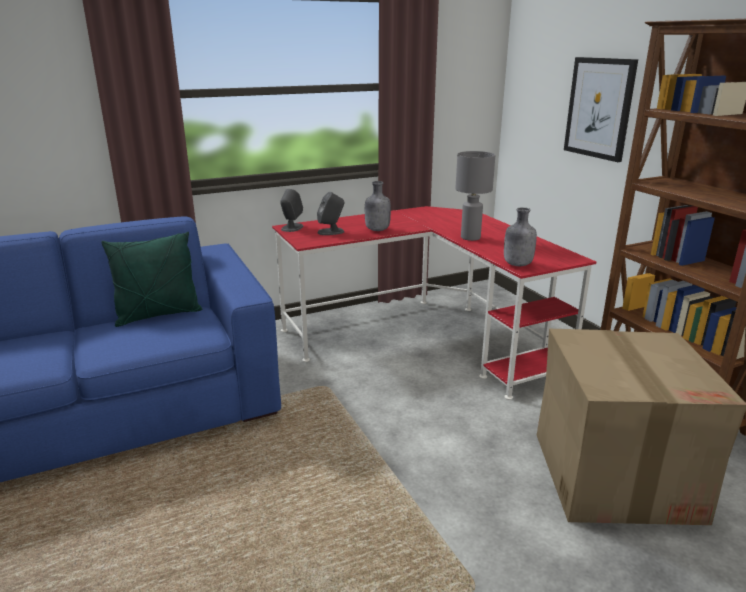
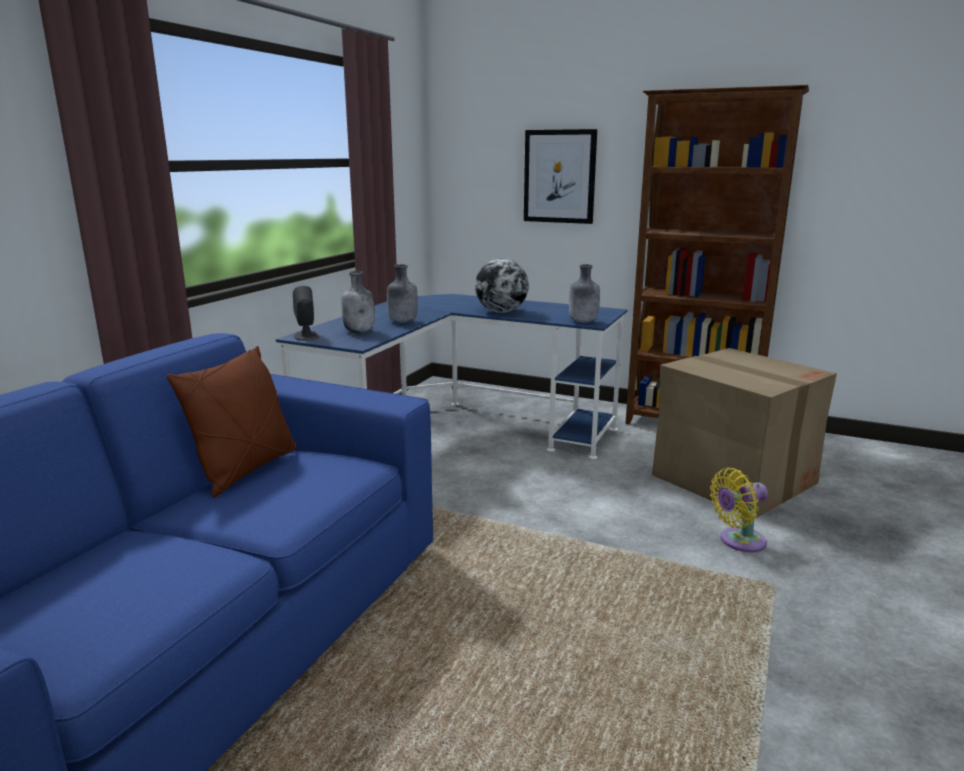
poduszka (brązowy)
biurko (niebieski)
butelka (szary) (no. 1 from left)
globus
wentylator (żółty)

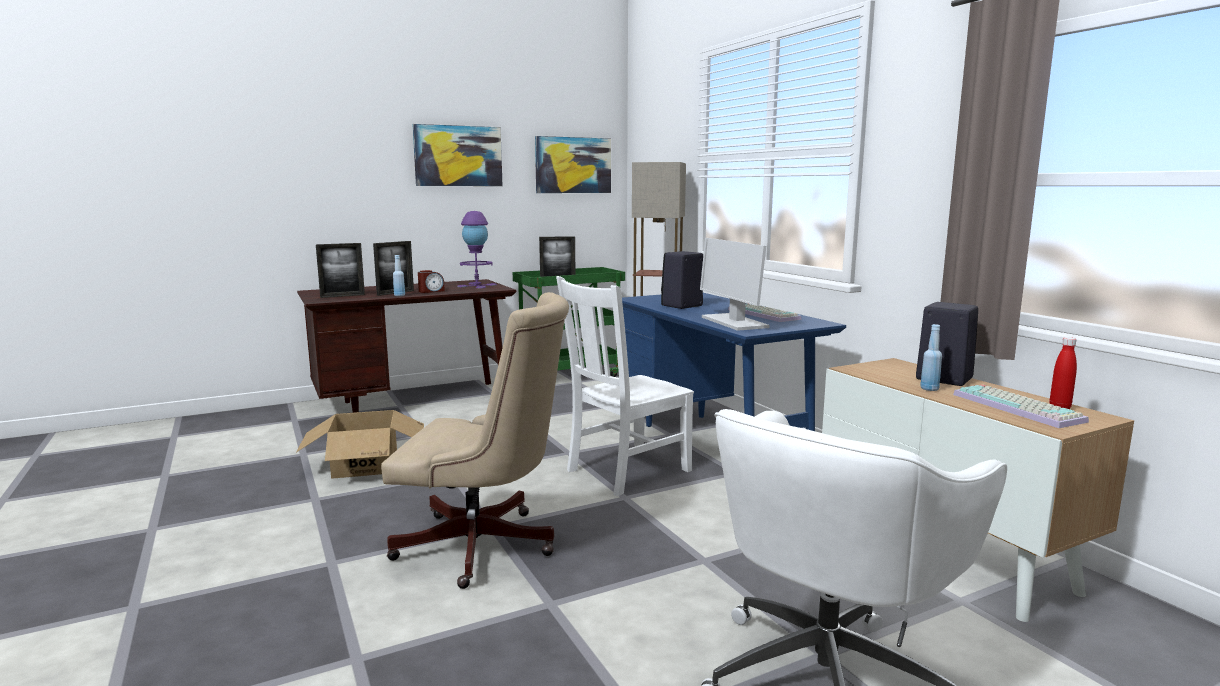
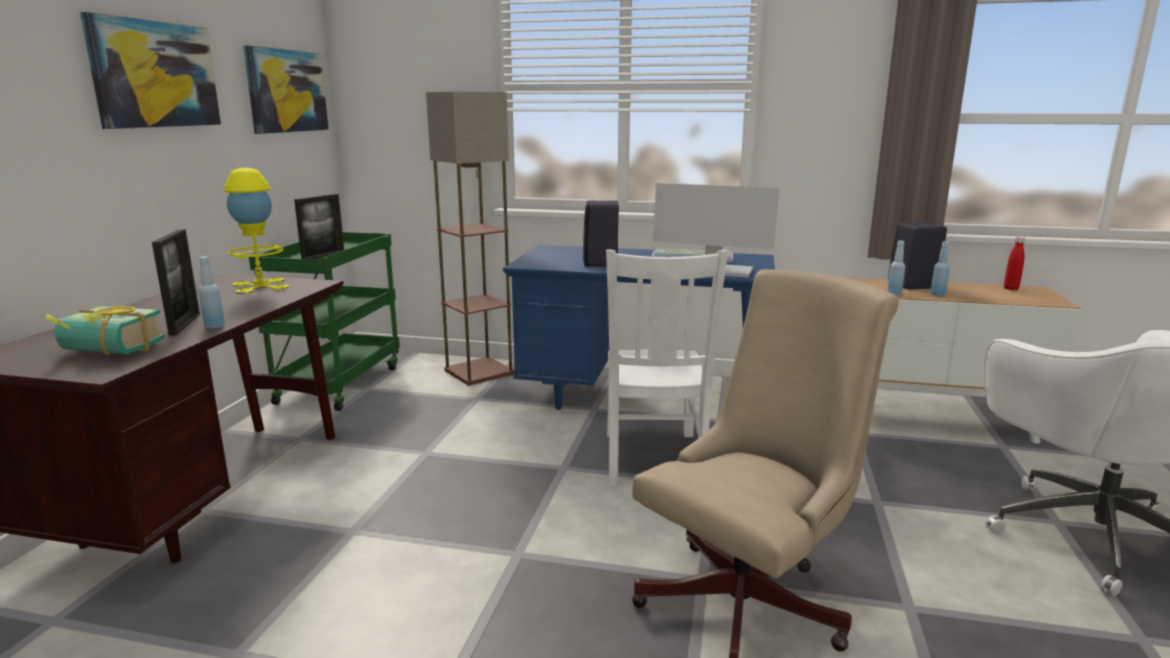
karton
książka
budzik
lampa stołowa (żółty)
klawiatura (no. 2 from left in the first image)
butelka (niebieski) (no. 2 from left)

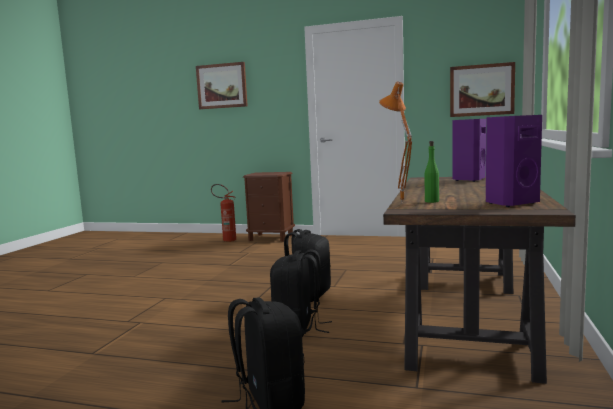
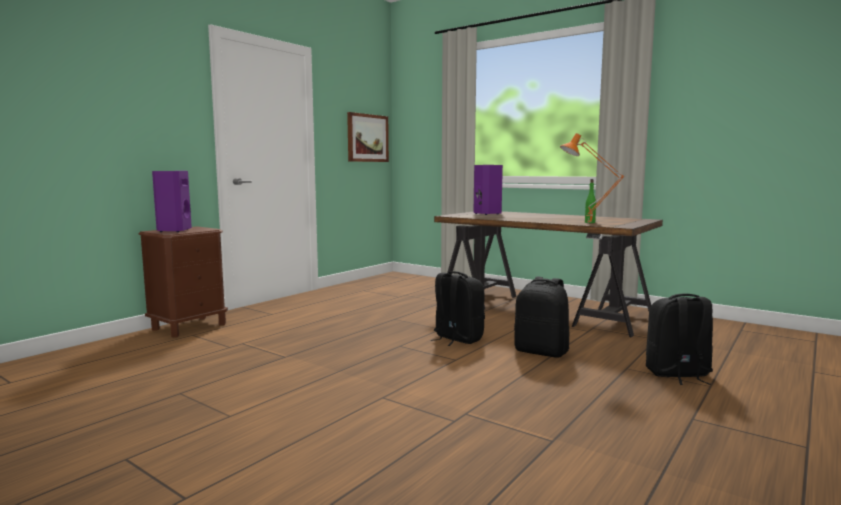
obraz (no. 1 from left in the first image)
gaśnica
głośnik (fioletowy) (no. 1 from left)

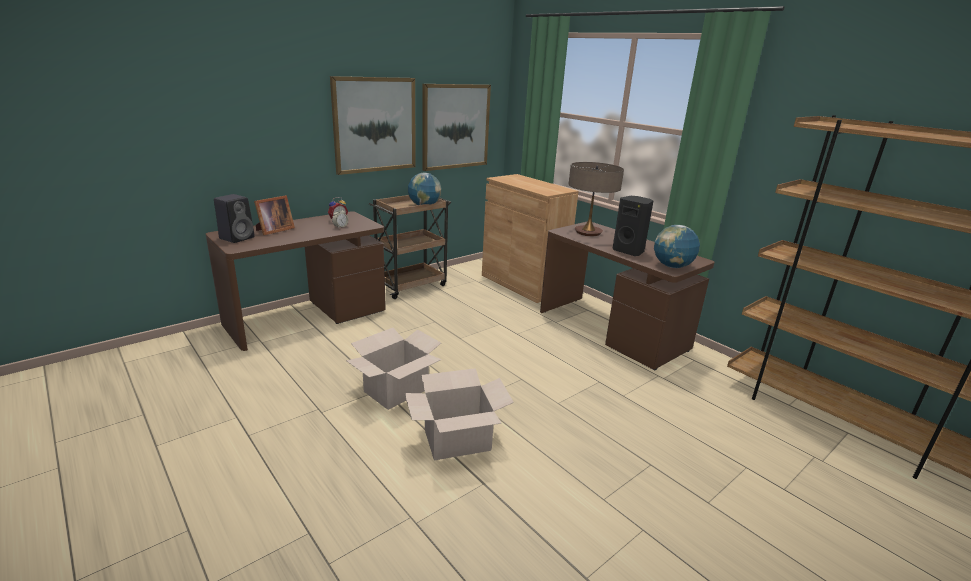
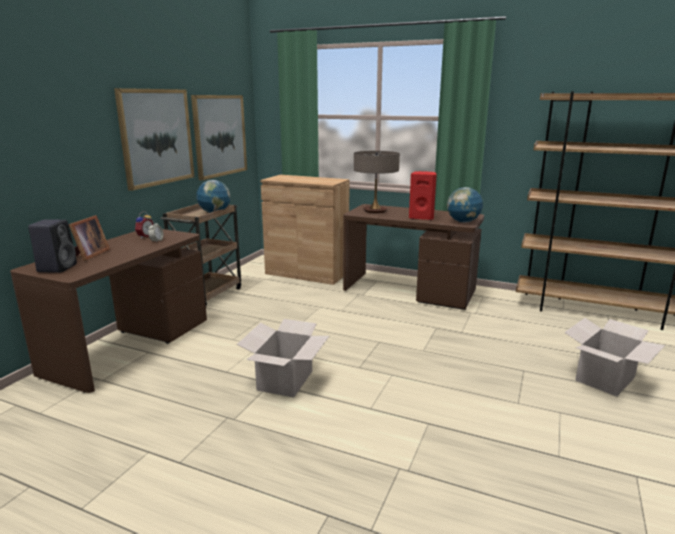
karton (no. 2 from left)
głośnik (czerwony)

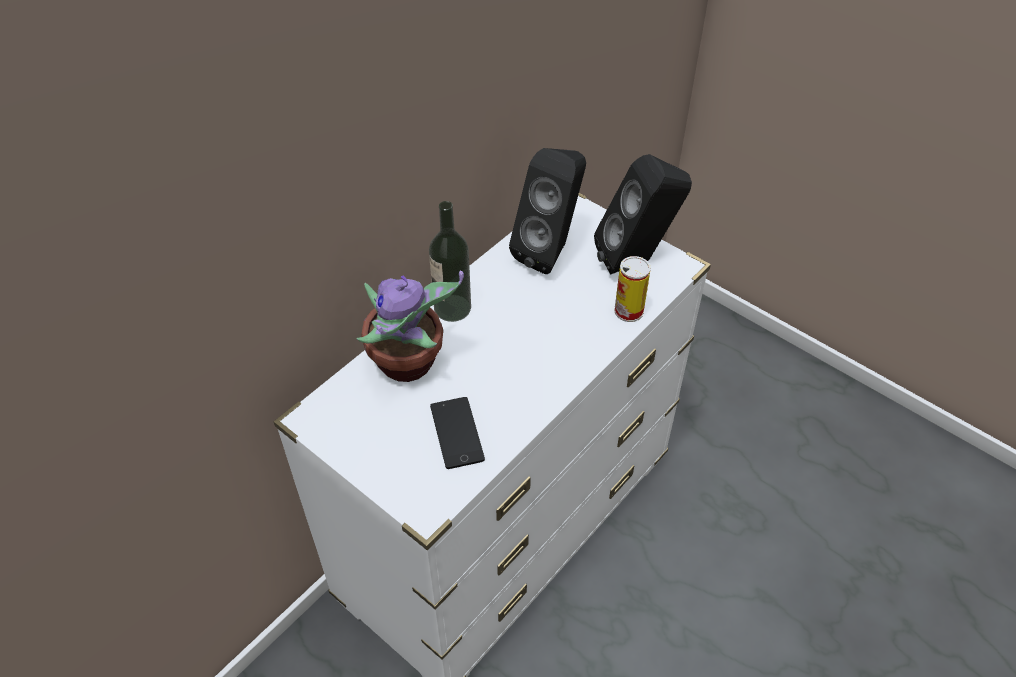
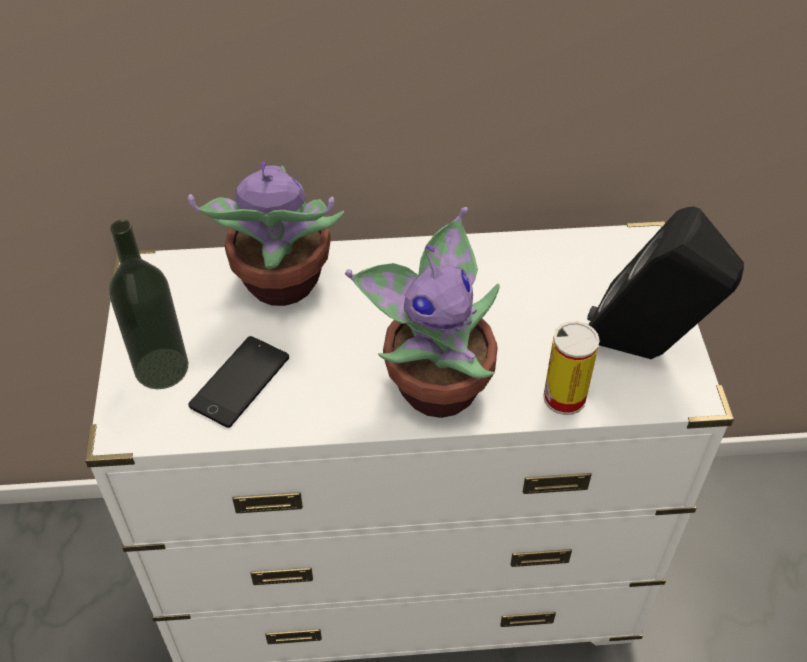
butelka
głośnik (czarny) (no. 1 from left in the first image)
roślina doniczkowa (no. 2 from left)

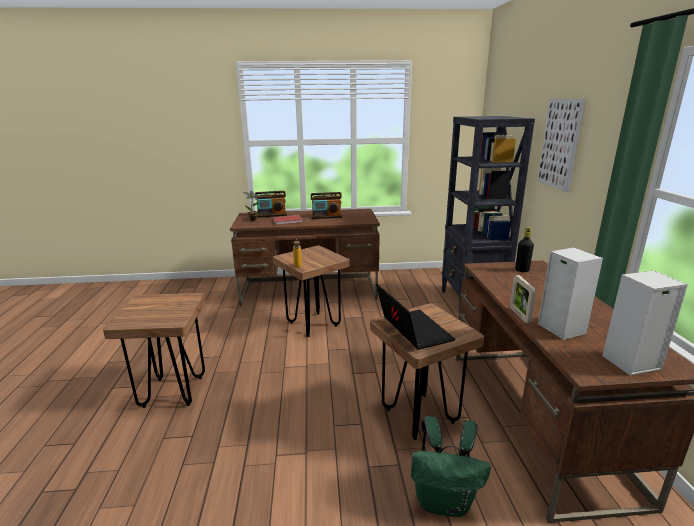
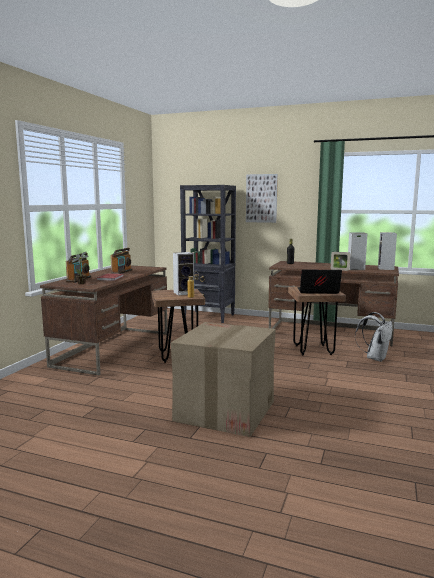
karton
plecak (biały)
głośnik (no. 1 from left)

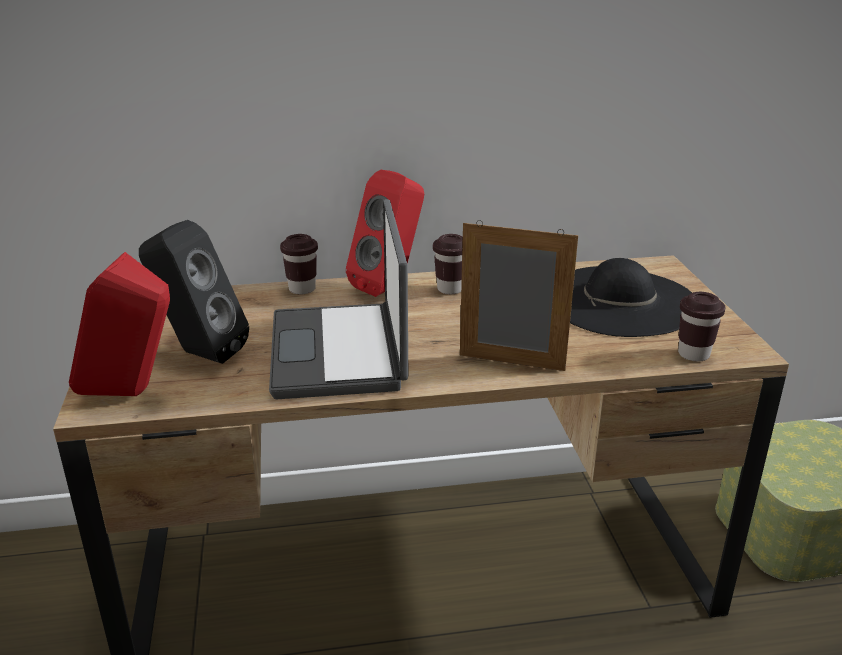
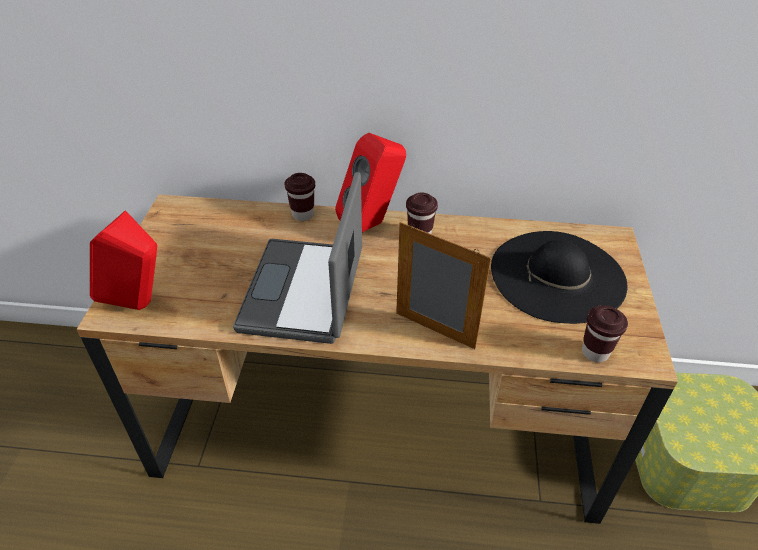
głośnik (czarny)

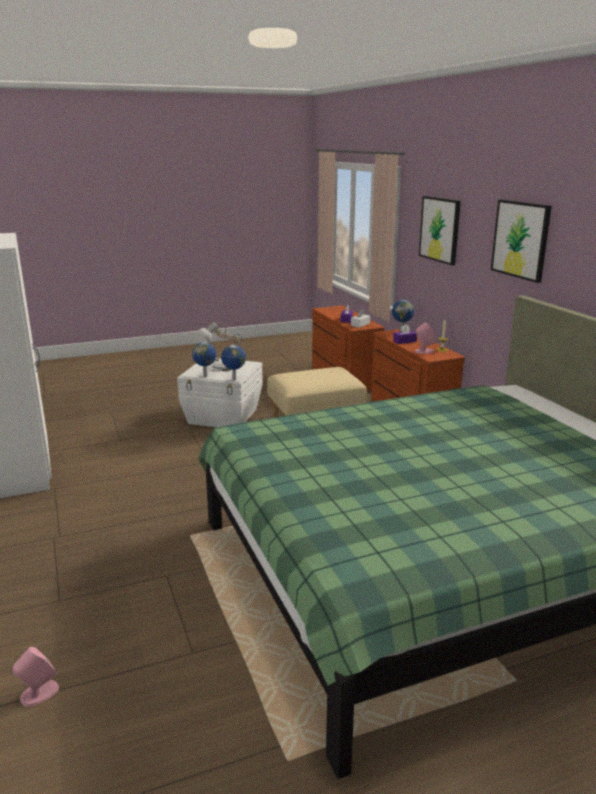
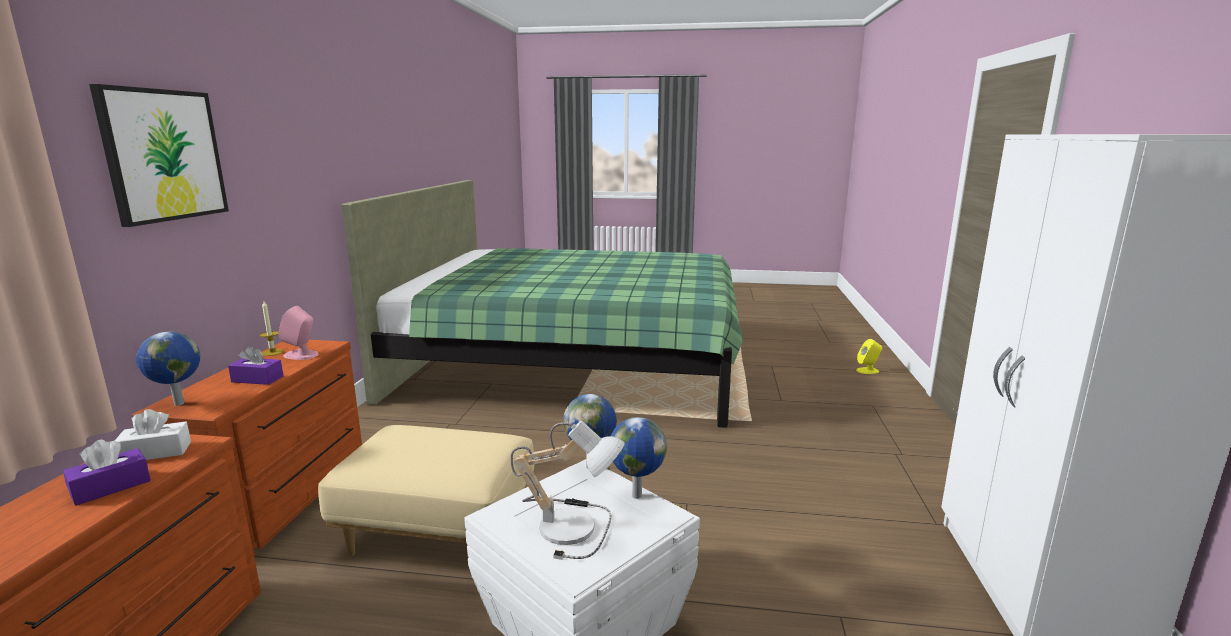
głośnik (żółty)
obraz (no. 2 from left in the first image)

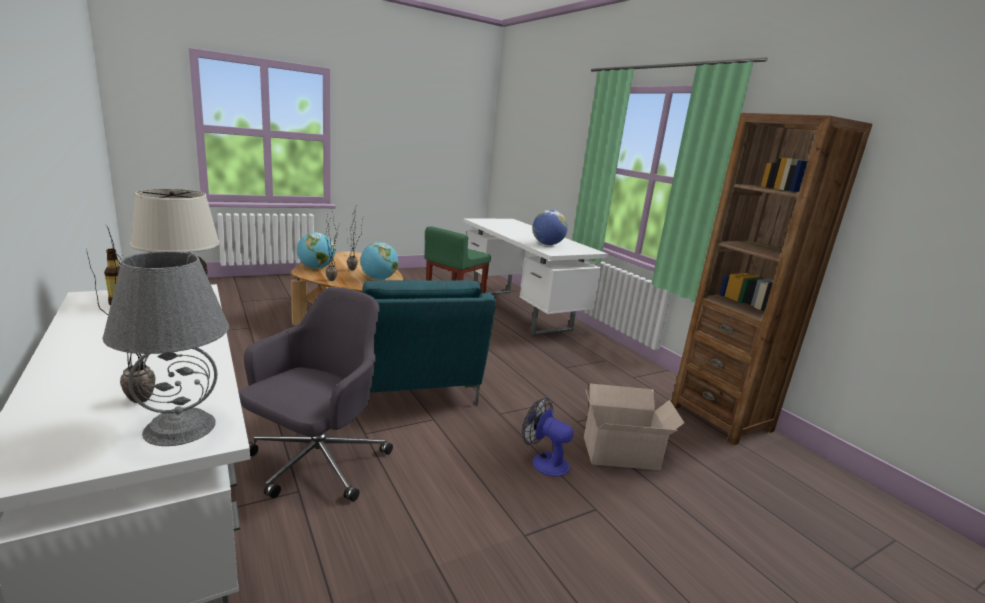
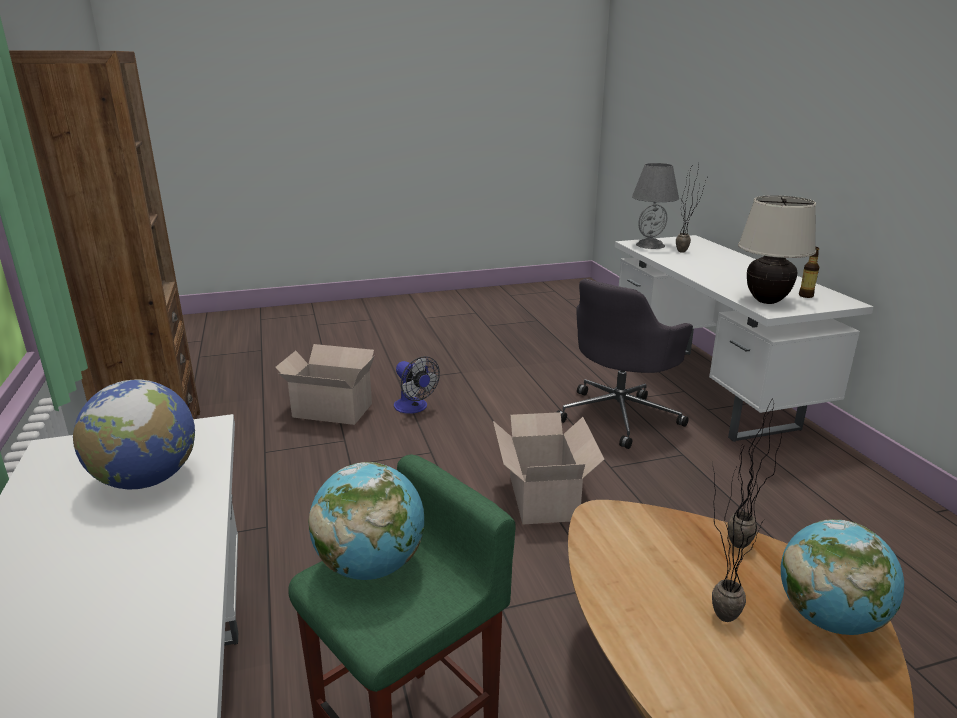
karton (no. 2 from left)
globus (no. 2 from left)

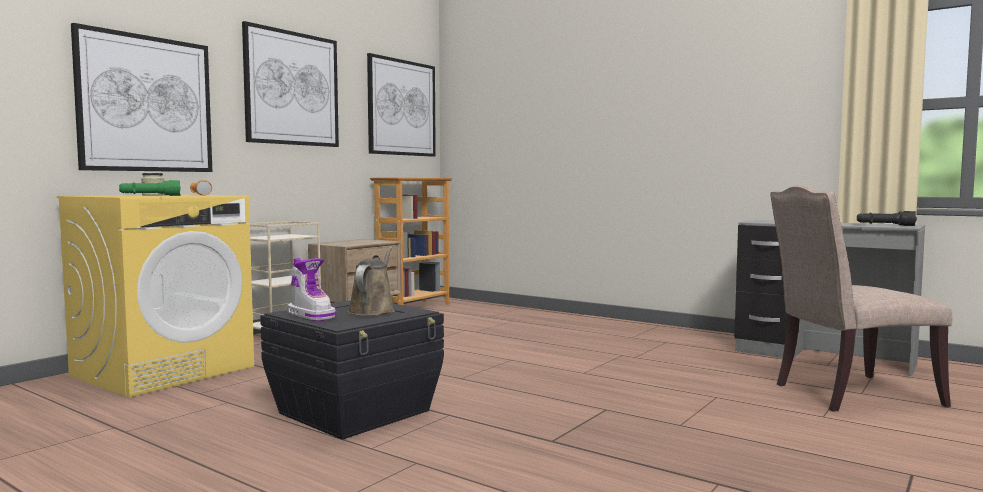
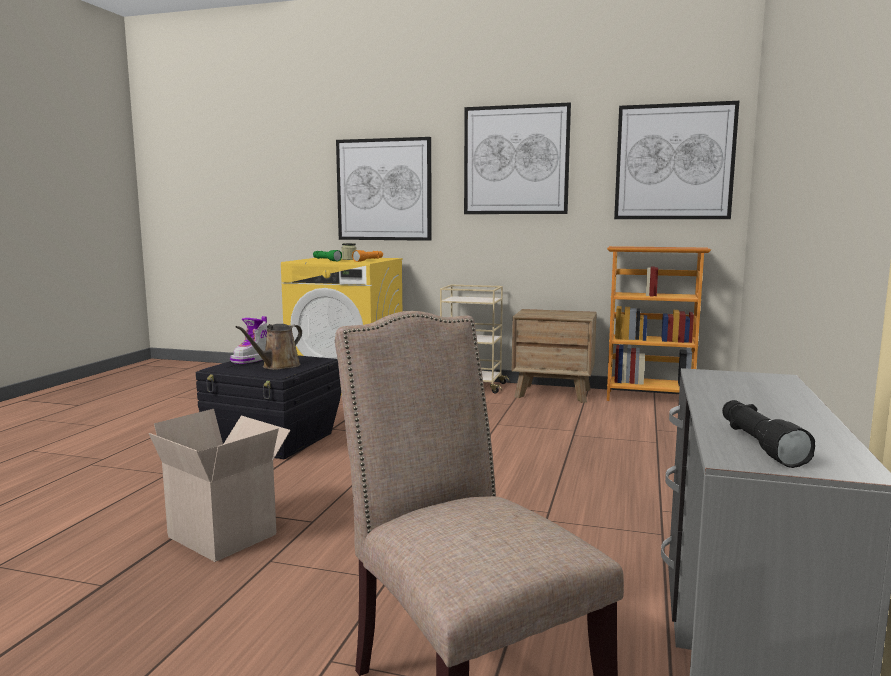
konewka (brązowy)
karton

